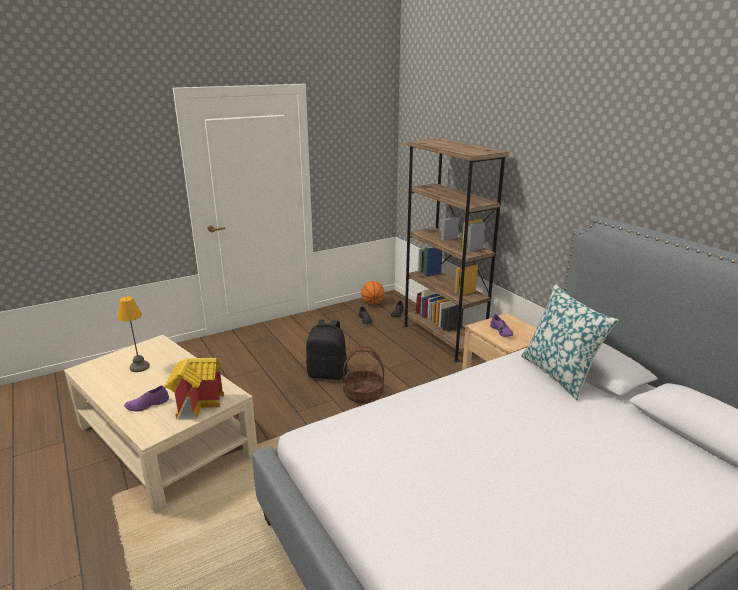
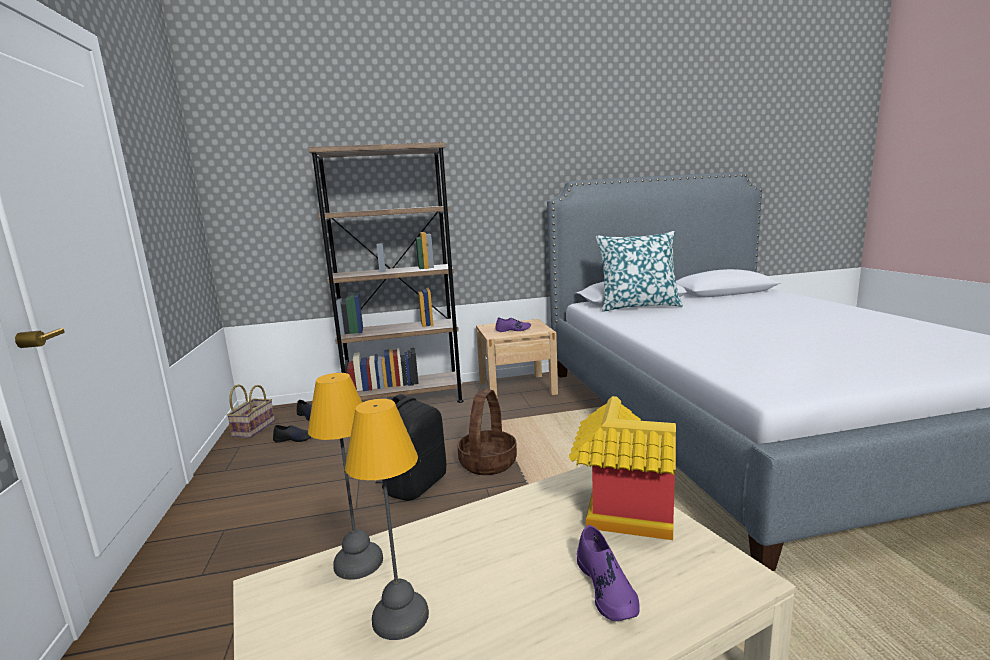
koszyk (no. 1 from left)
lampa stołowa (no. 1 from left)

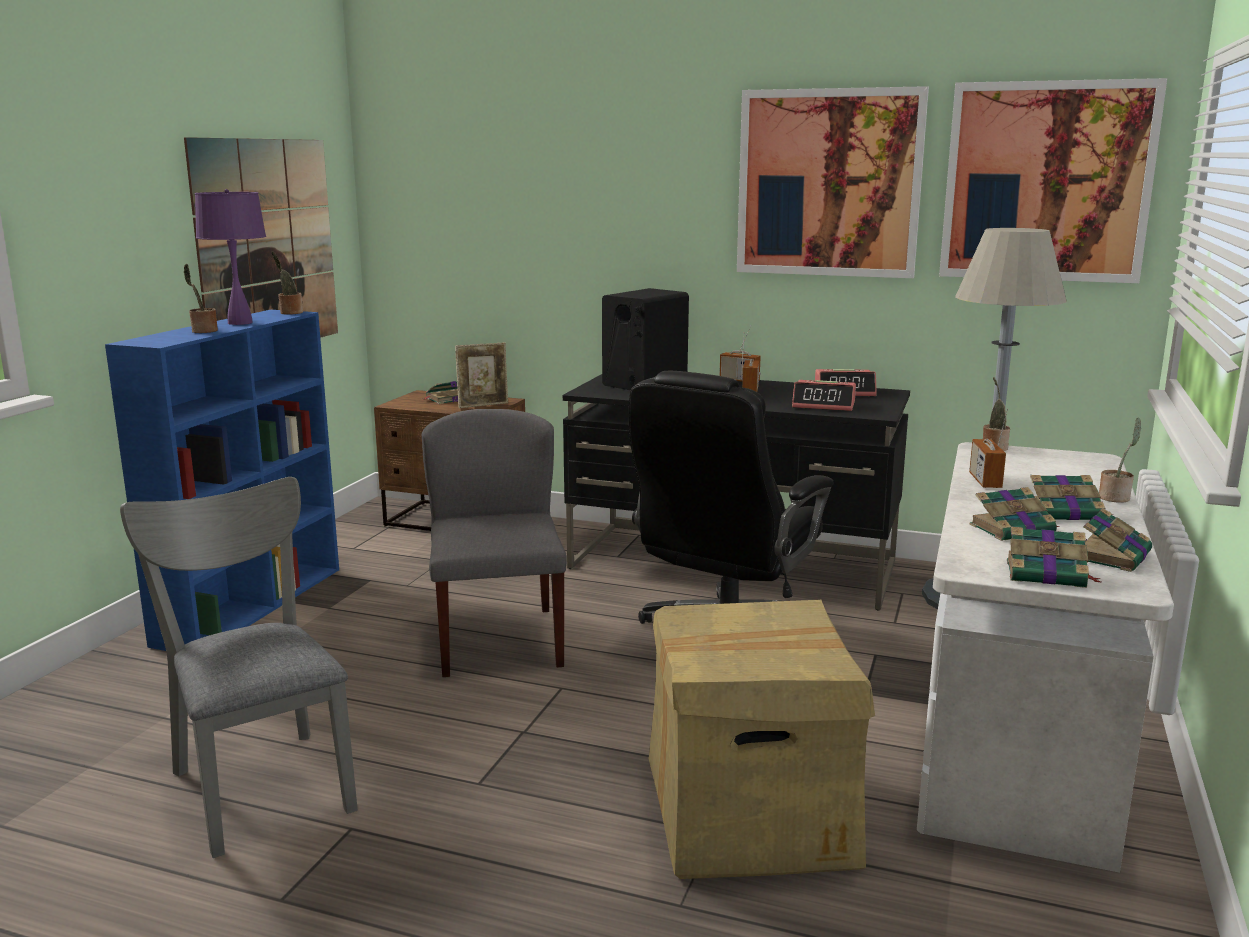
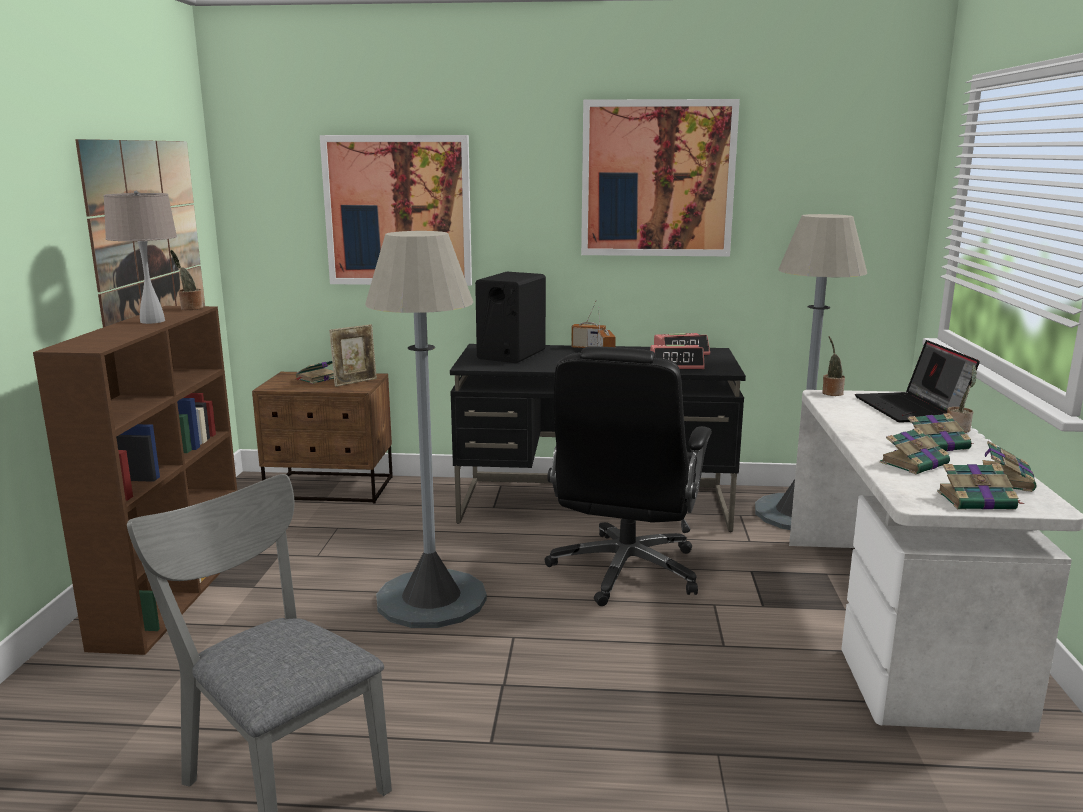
regał (brązowy)
roślina doniczkowa (no. 1 from left in the first image)
lampa stołowa (beżowy)
lampa stojąca (szary) (no. 1 from left)
karton
obraz (no. 2 from left)
radio (no. 3 from left in the first image)
laptop

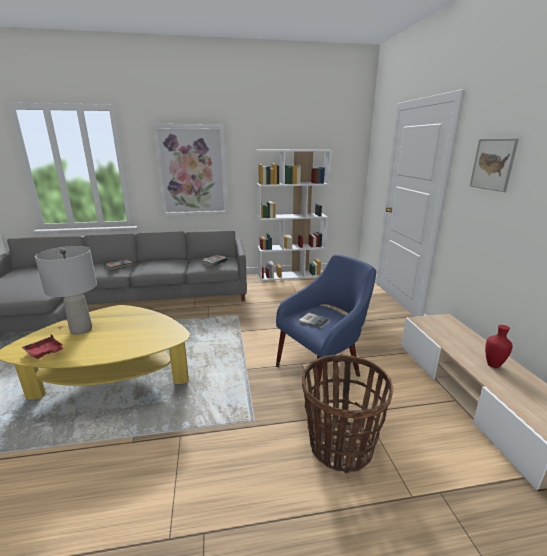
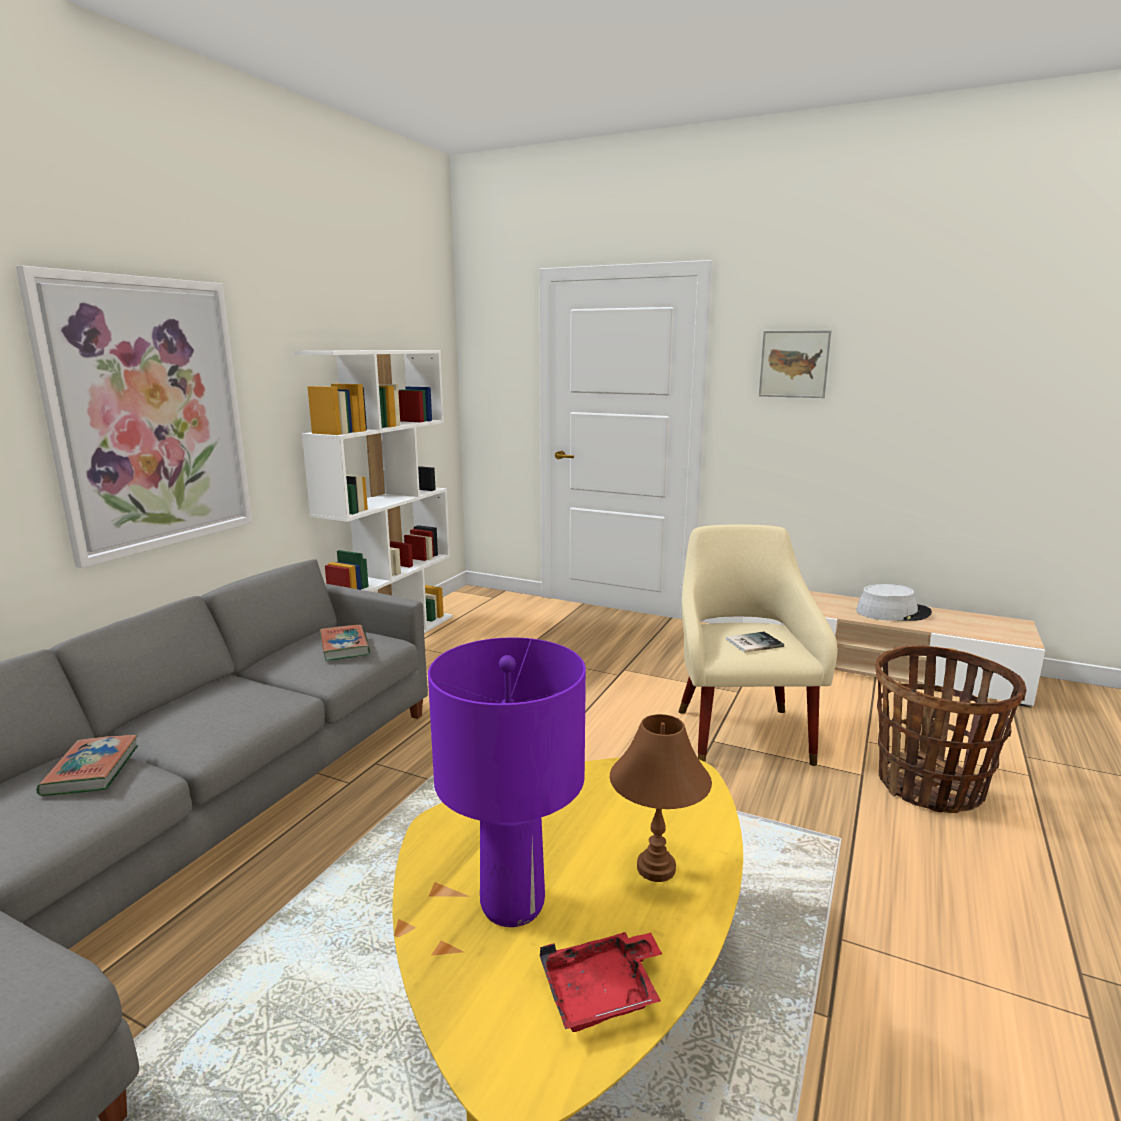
lampa stołowa (fioletowy)
fotel (beżowy)
kapelusz (szary)
lampa stołowa (brązowy)

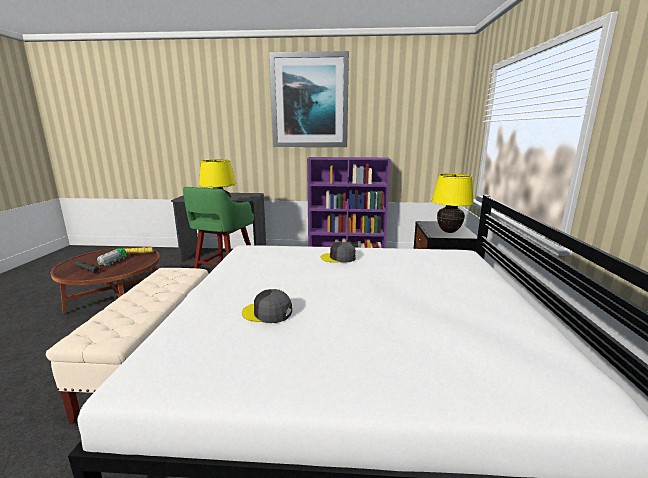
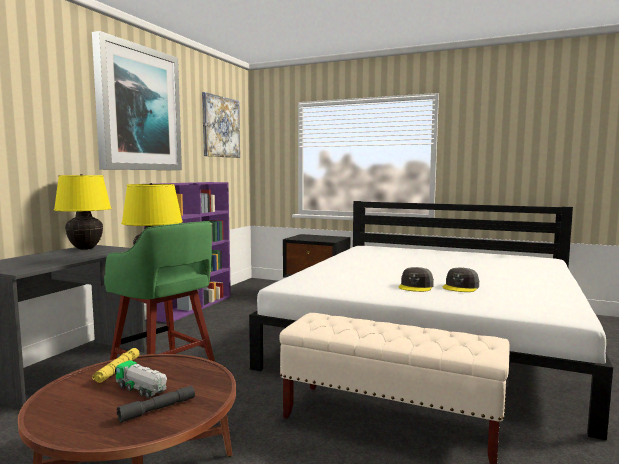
czapka z daszkiem (szary) (no. 1 from left)
lampa stołowa (żółty) (no. 1 from left)
obraz (no. 2 from left)

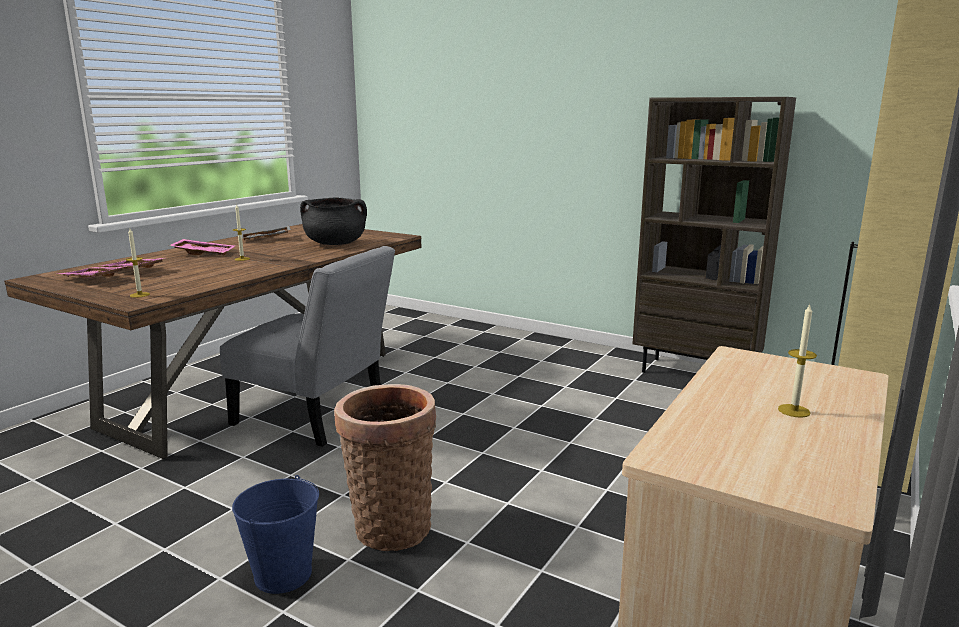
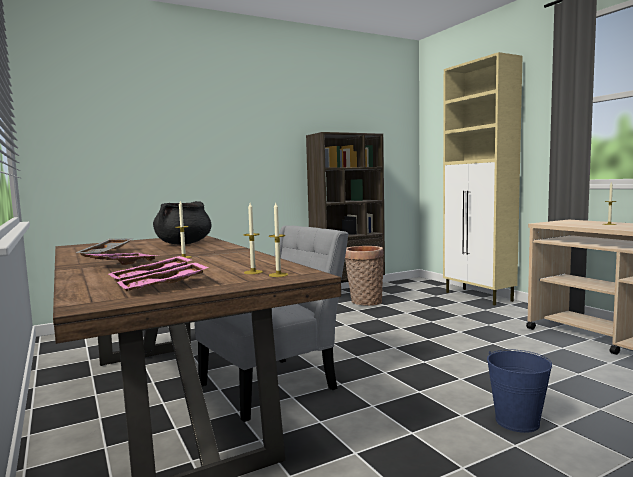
koszyk
świeca (no. 2 from left)

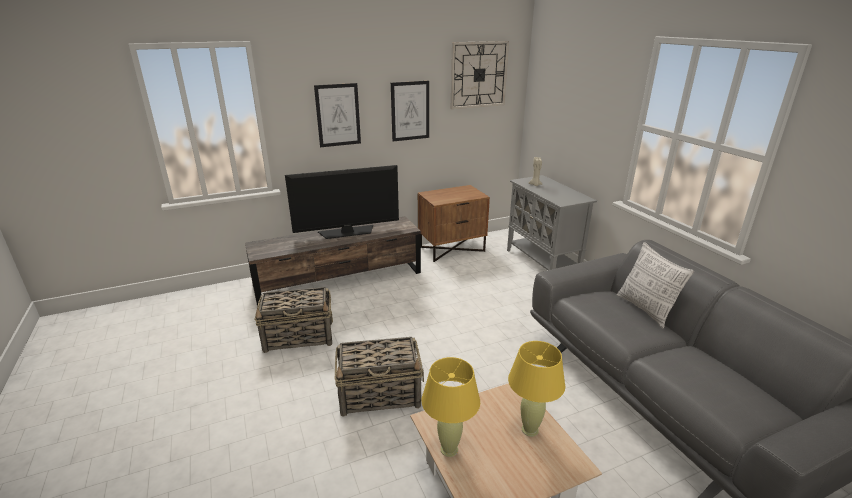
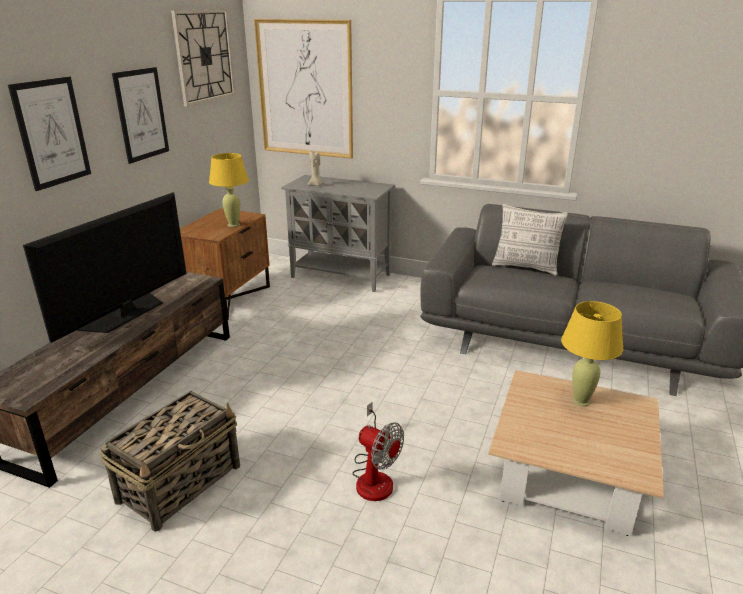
wentylator
lampa stołowa (żółty) (no. 1 from left)
obraz (no. 3 from left)

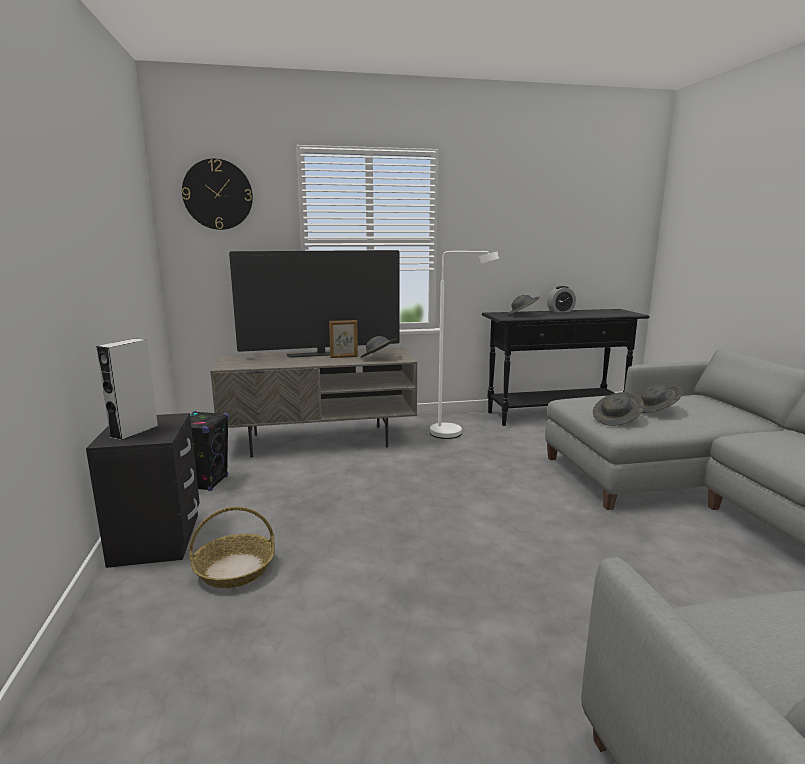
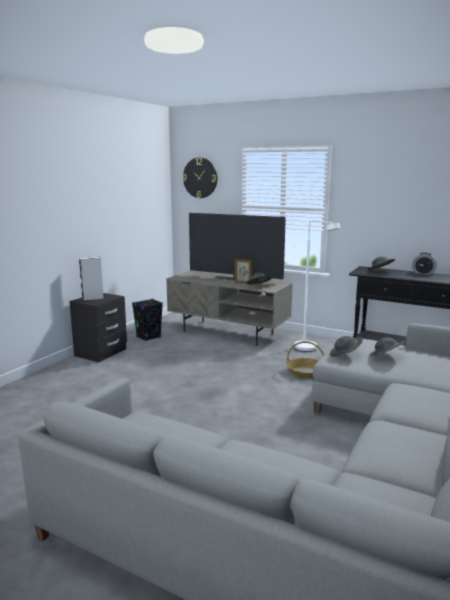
koszyk

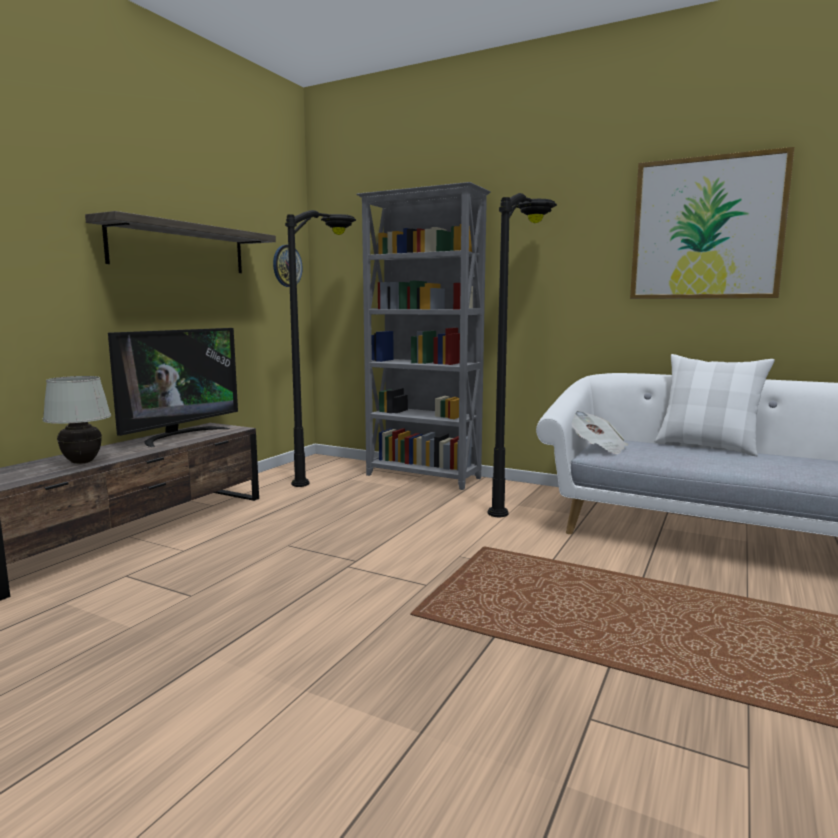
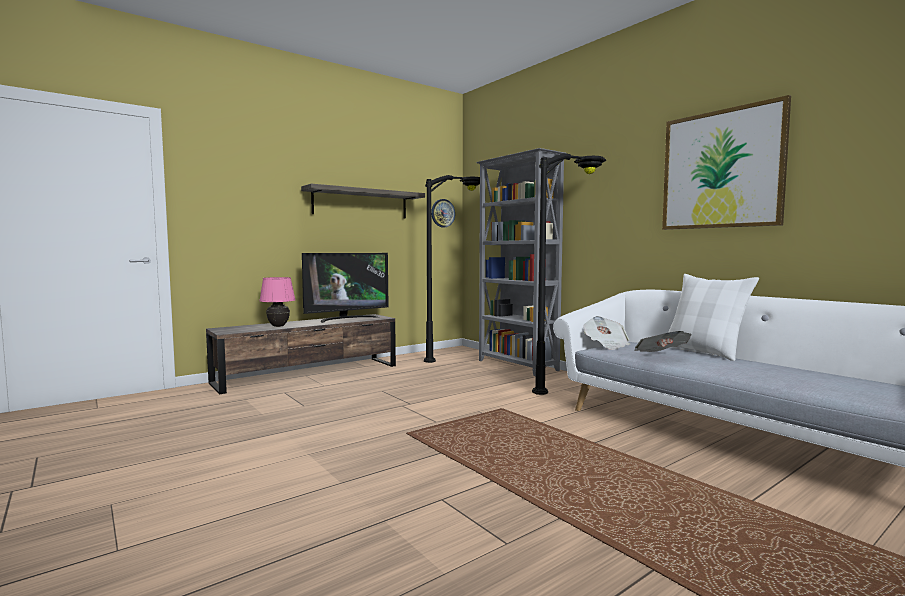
lampa stołowa (różowy)
gazeta (no. 2 from left)

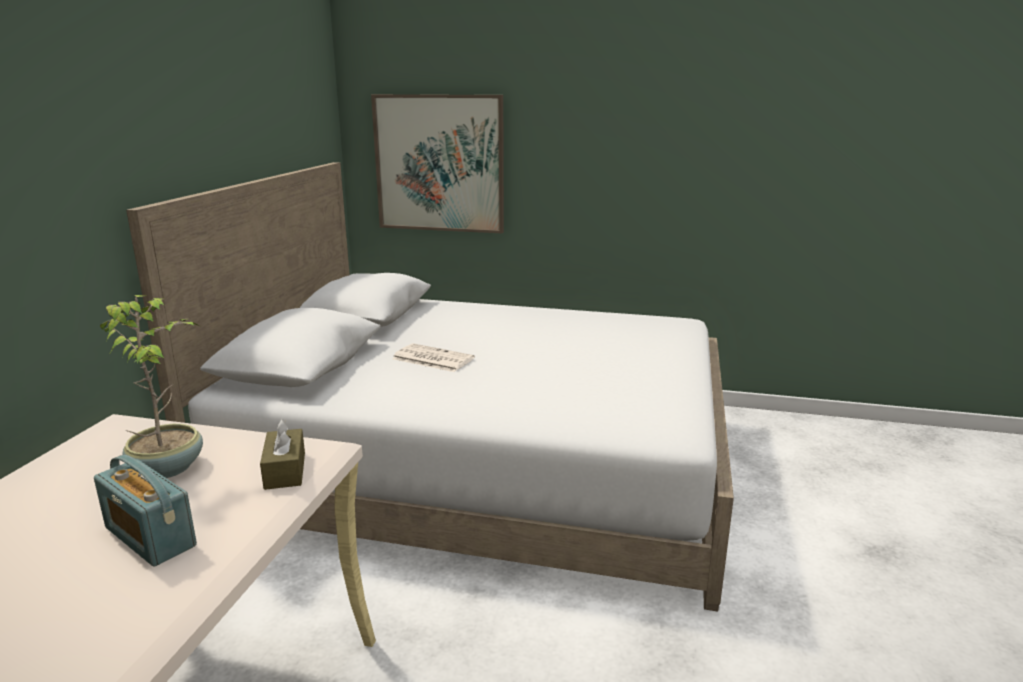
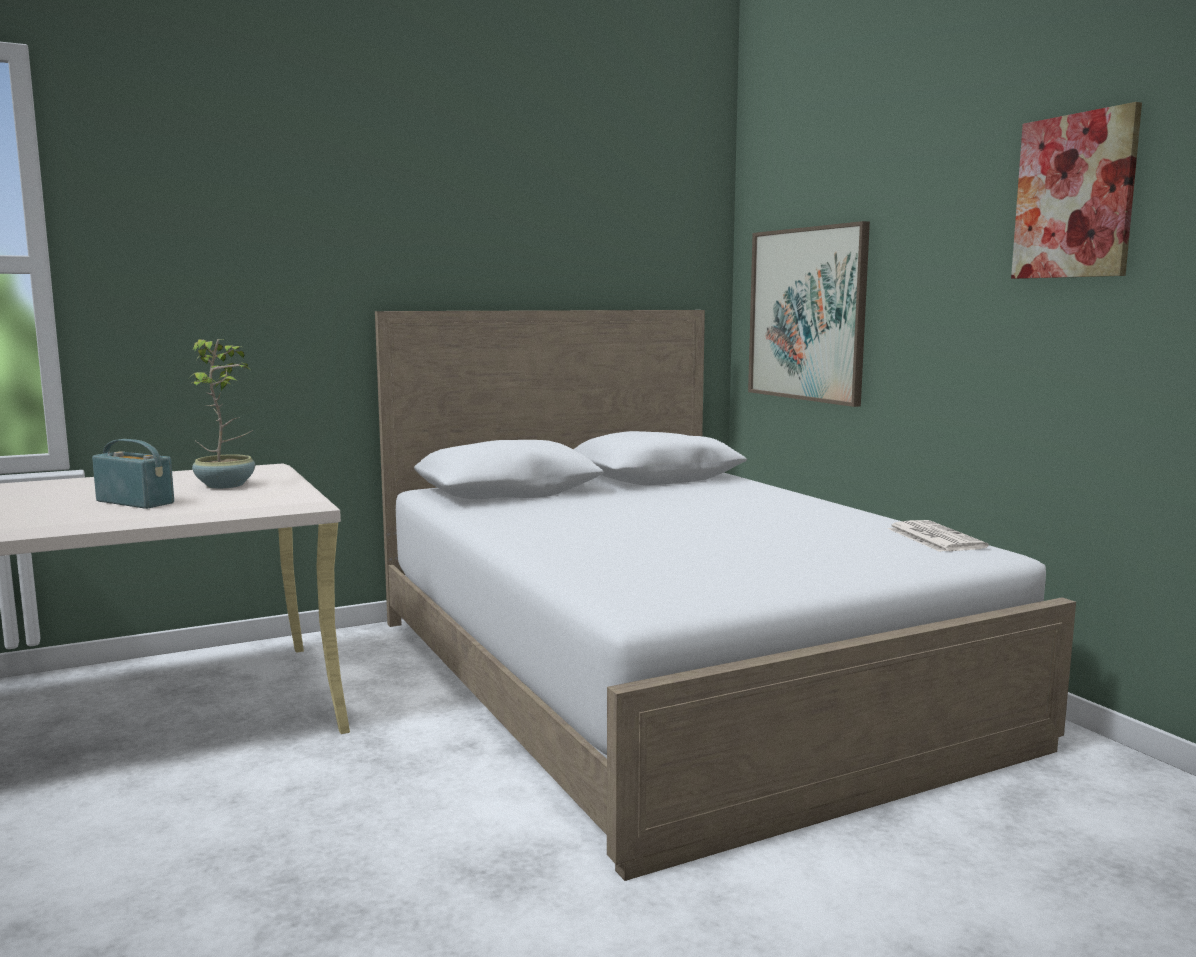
radio
pudełko chusteczek (brązowy)
gazeta
obraz (no. 2 from left)

